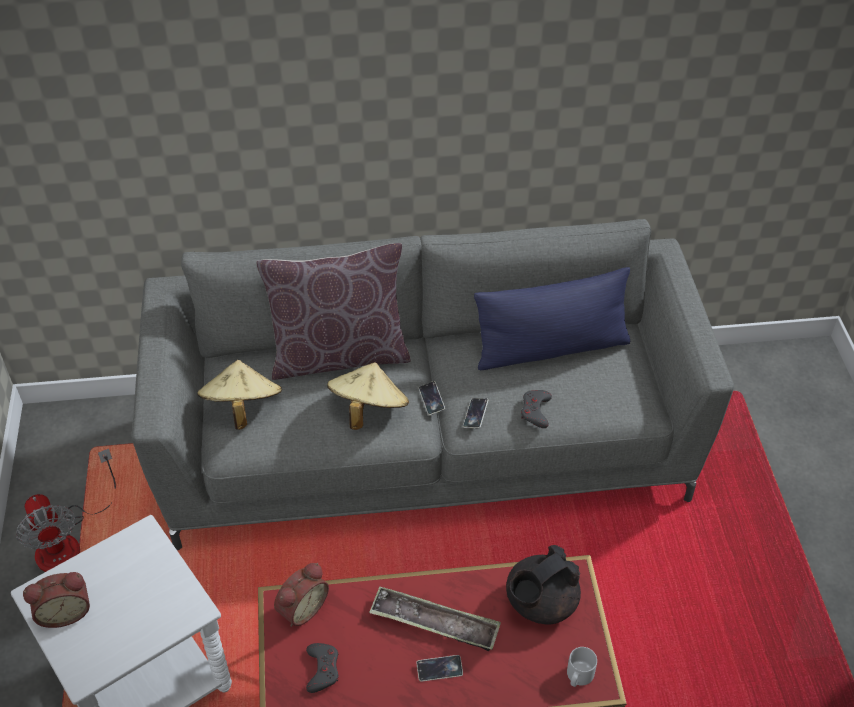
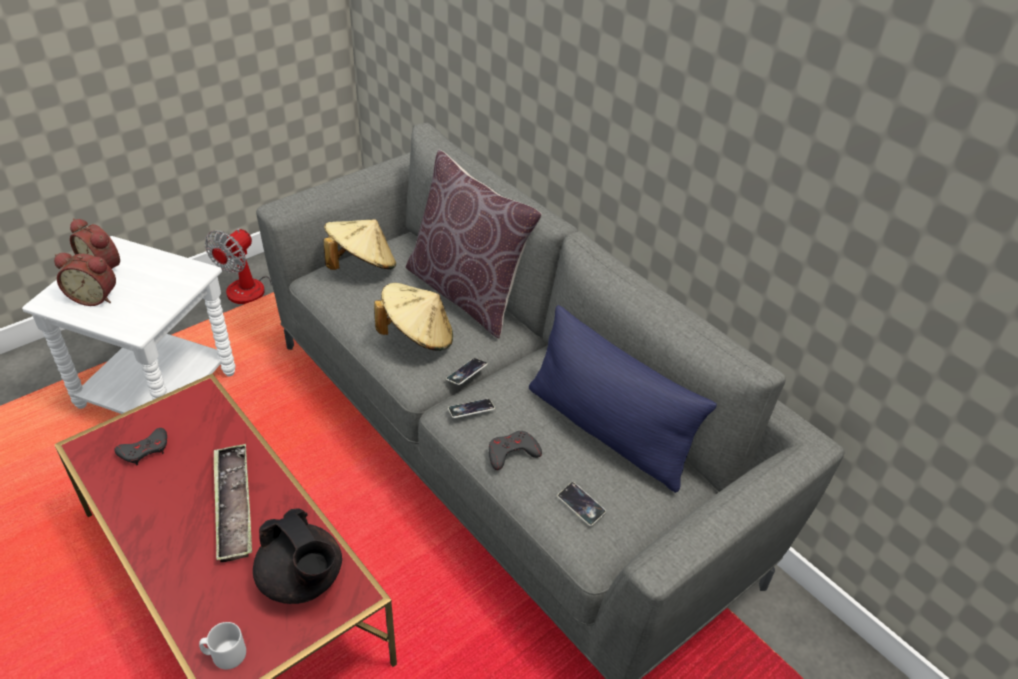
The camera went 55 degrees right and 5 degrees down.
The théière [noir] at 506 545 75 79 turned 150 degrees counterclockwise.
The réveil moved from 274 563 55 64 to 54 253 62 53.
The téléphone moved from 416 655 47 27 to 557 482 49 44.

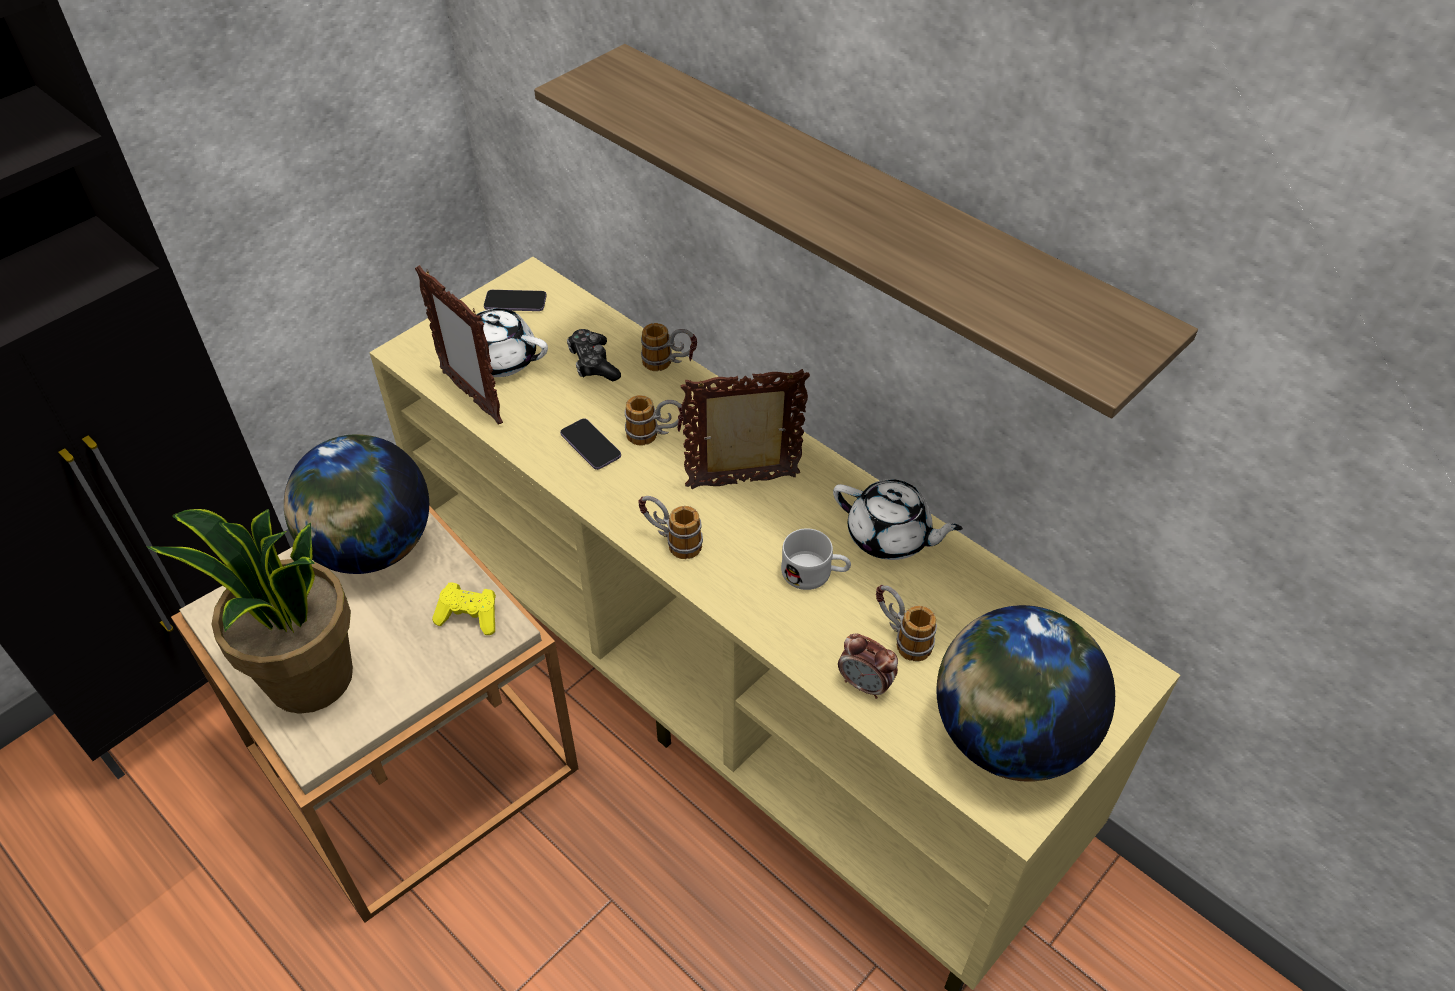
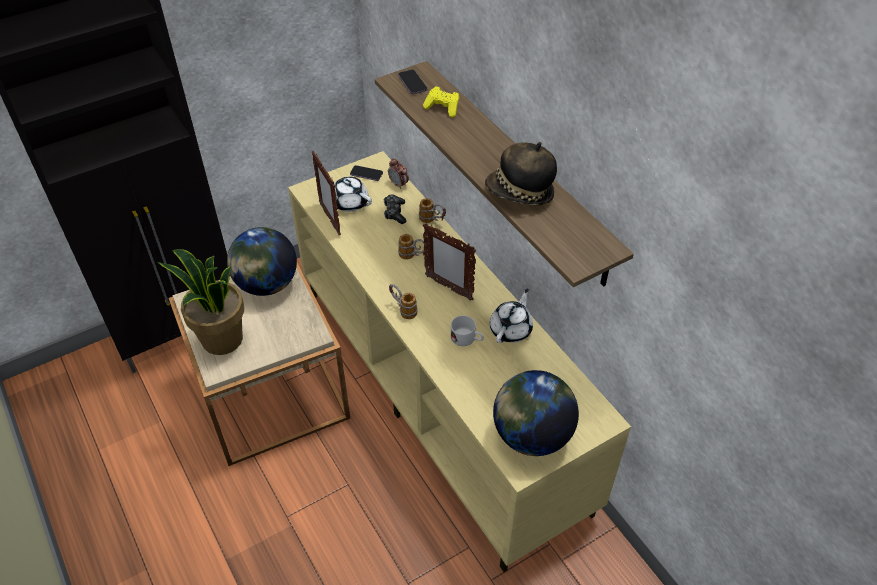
The camera went 15 degrees right and 0 degrees up.
The cadre photo at 681 369 129 120 turned 150 degrees counterclockwise.
The téléphone moved from 560 418 61 52 to 398 70 30 24.
The théière [blanc] at 833 479 130 81 turned 105 degrees counterclockwise.
The manette [jaune] moved from 432 582 64 53 to 423 86 36 32.
The mug at 876 585 61 76 disappeared.
The réveil moved from 838 634 60 65 to 388 158 21 31.
The chapeau at 485 142 72 63 appeared.

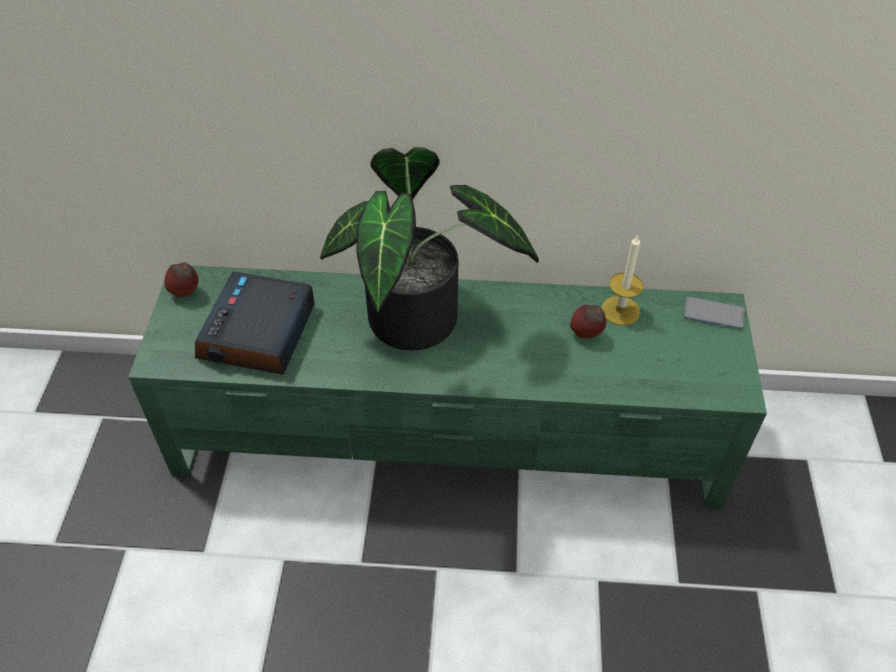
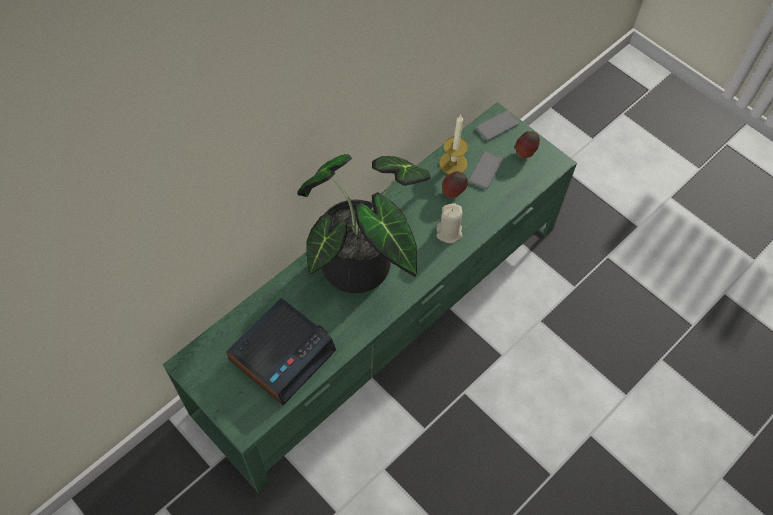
The camera went 50 degrees left and 10 degrees up.
The pomme moved from 164 262 35 35 to 515 131 25 27.
The réveil at 195 271 120 104 turned 105 degrees counterclockwise.
The téléphone at 468 151 35 38 appeared.
The bougie [beige] at 436 203 27 40 appeared.

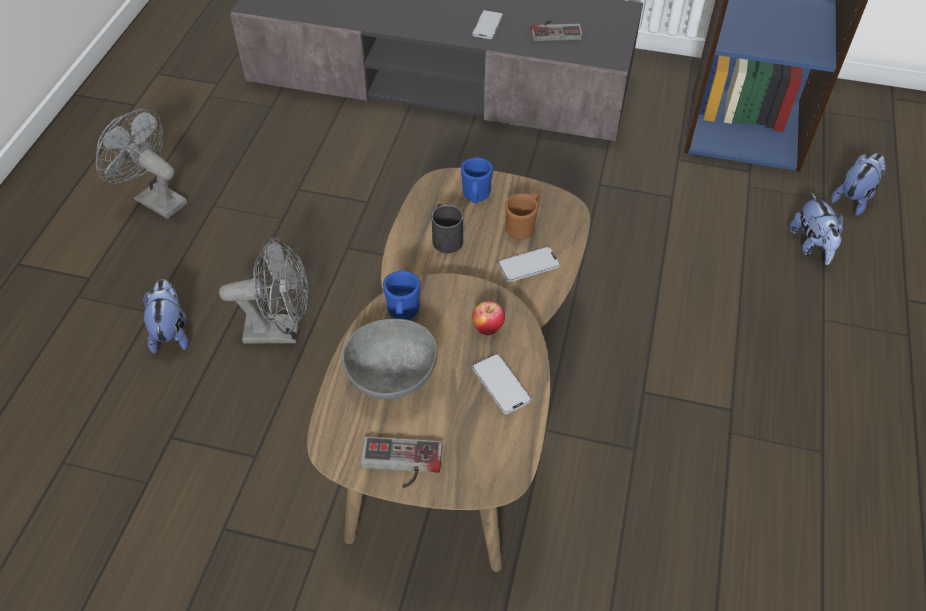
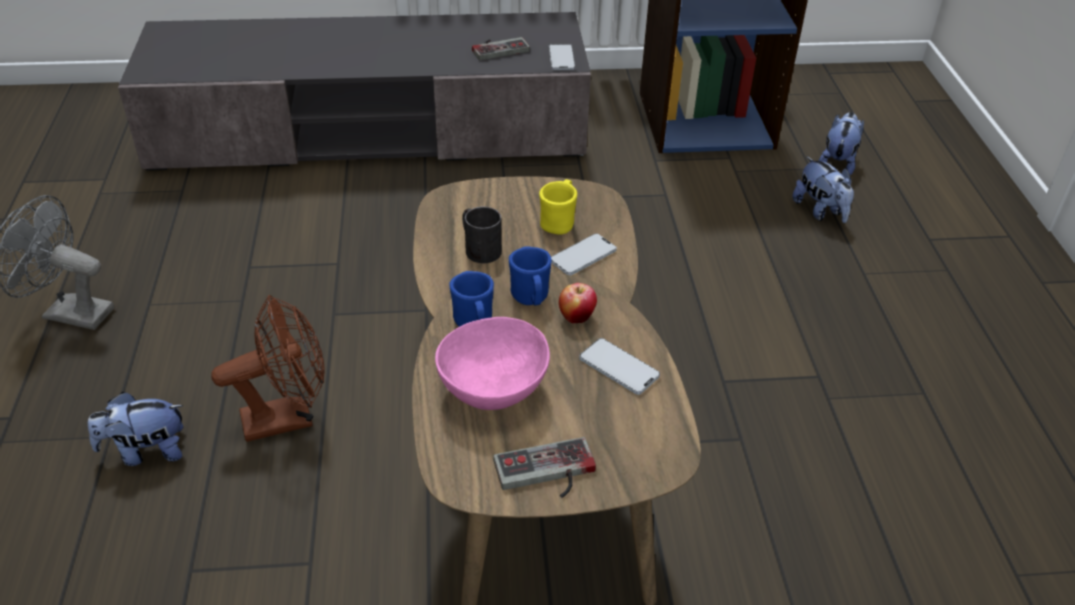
The camera went 20 degrees left and 10 degrees down.
The téléphone moved from 472 10 31 29 to 549 44 26 26.
The mug [bleu] moved from 461 157 32 46 to 509 246 43 60.
The mug [marron] at 505 193 35 47 became the mug [jaune] at 539 179 38 55.
The ventilateur [gris] at 219 237 90 107 became the ventilateur [marron] at 211 295 114 147.
The peluche at 143 279 46 75 turned 75 degrees counterclockwise.
The bol [gris] at 342 319 95 80 became the bol [rose] at 435 317 115 93.

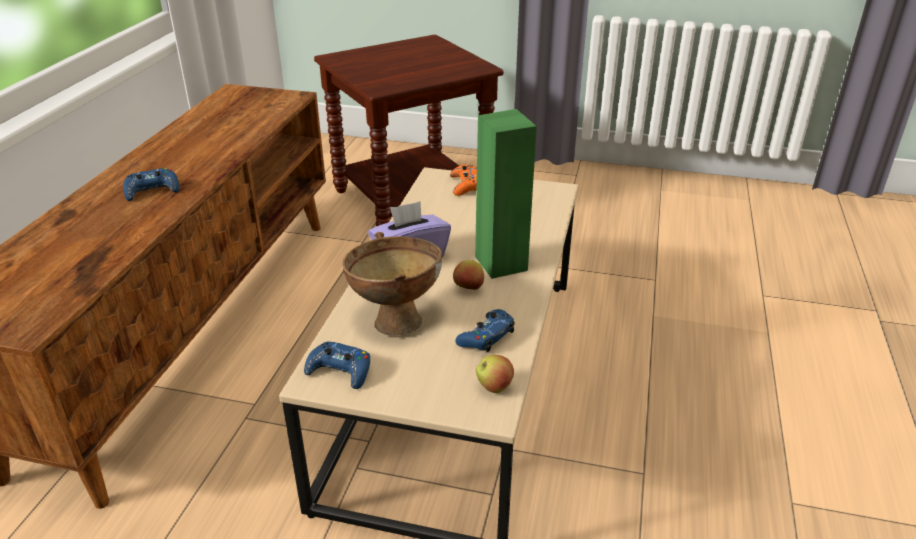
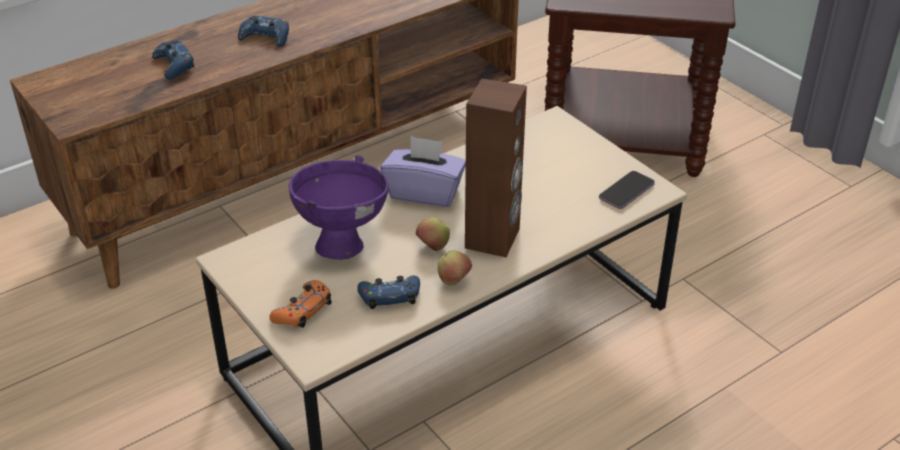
The camera went 40 degrees right and 5 degrees up.
The enceinte [vert] at 475 109 62 170 became the enceinte [marron] at 465 79 62 178.
The manette [orange] moved from 450 165 27 31 to 269 280 63 48.
The bol [marron] at 342 232 100 104 became the bol [violet] at 289 155 100 105.
The manette [bleu] moved from 304 342 66 47 to 152 41 42 38.
The pomme moved from 476 355 38 38 to 438 250 34 36.
The téléphone at 599 171 56 38 appeared.

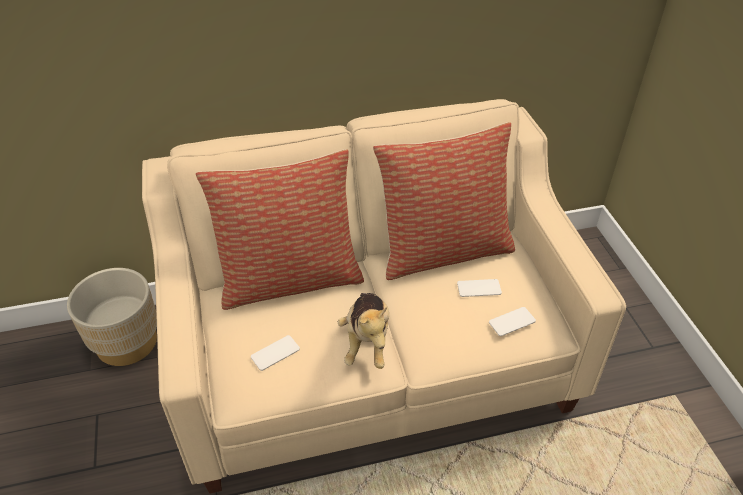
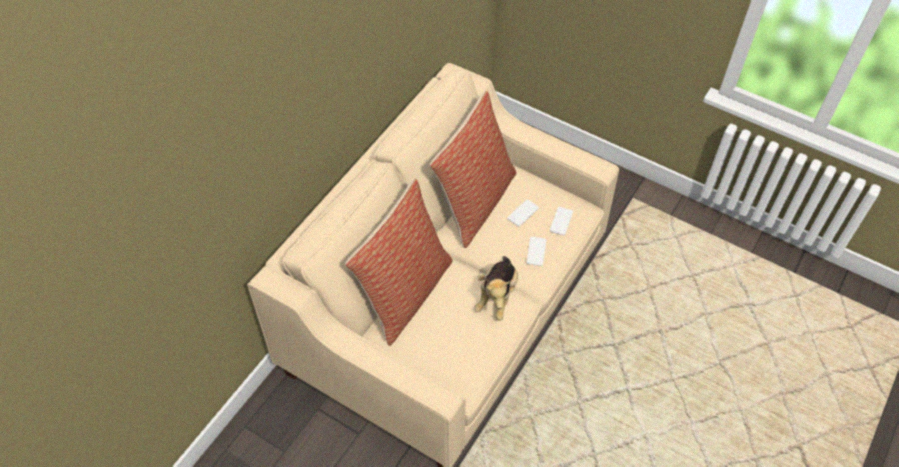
The camera went 45 degrees left and 10 degrees up.
The cache-pot [beige] at 67 268 90 98 disappeared.
The peluche at 338 293 51 76 turned 60 degrees clockwise.
The téléphone moved from 251 335 49 36 to 527 237 19 29.

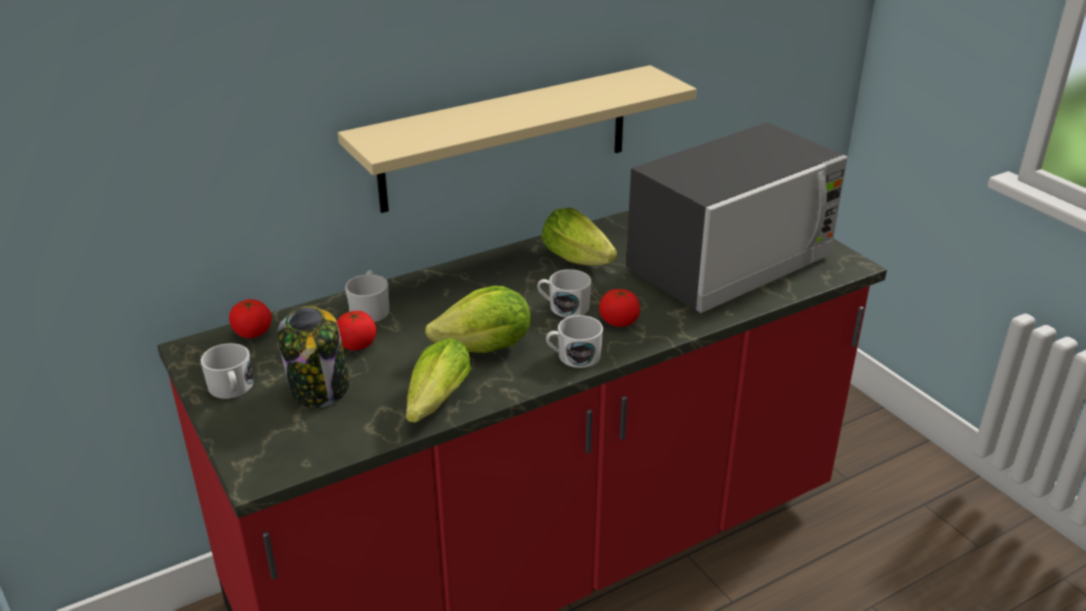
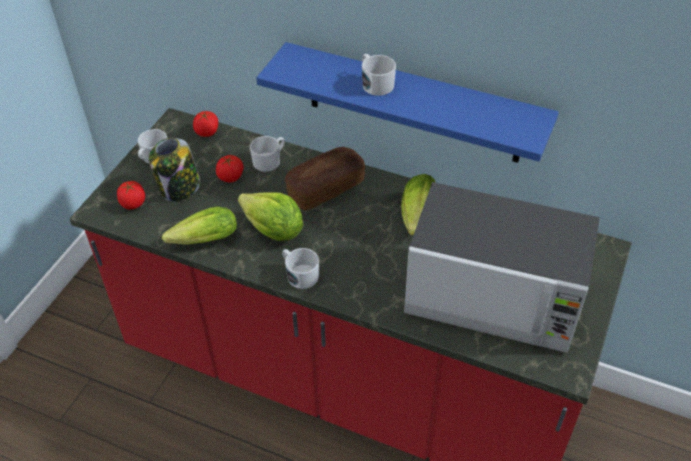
The camera went 55 degrees right and 15 degrees up.
The étagère [beige] at 338 65 359 148 became the étagère [bleu] at 256 42 303 121.
The mug [blanc] moved from 537 269 54 49 to 362 54 34 42.
The tomate moved from 599 289 41 38 to 117 181 28 28.
The pain at 285 147 80 63 appeared.

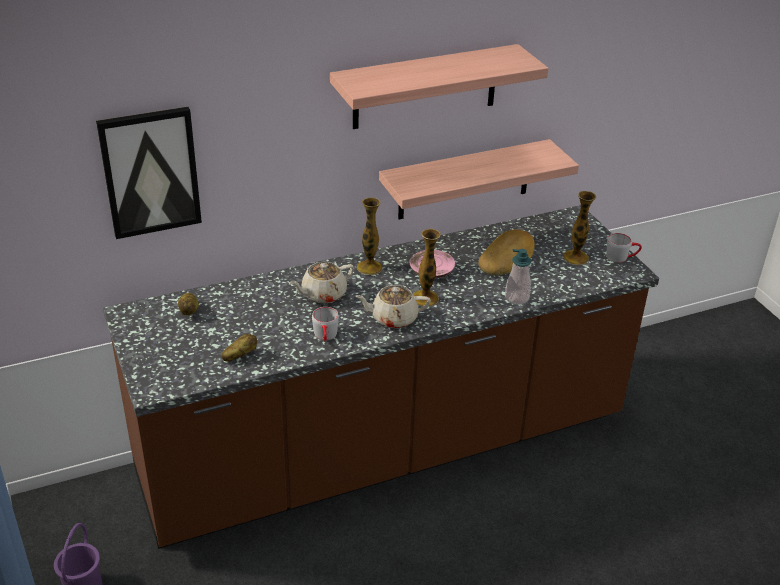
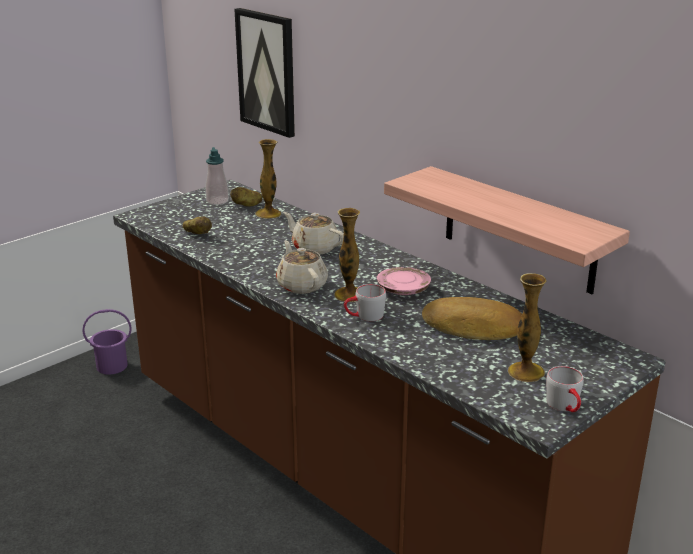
The camera went 70 degrees right and 10 degrees down.
The étagère at 330 44 219 85 disappeared.
The vase moved from 357 198 25 77 to 255 139 26 80.
The distributeur de savon moved from 505 249 26 56 to 205 147 24 58.
The mug [gris] moved from 312 307 27 35 to 344 284 42 37.

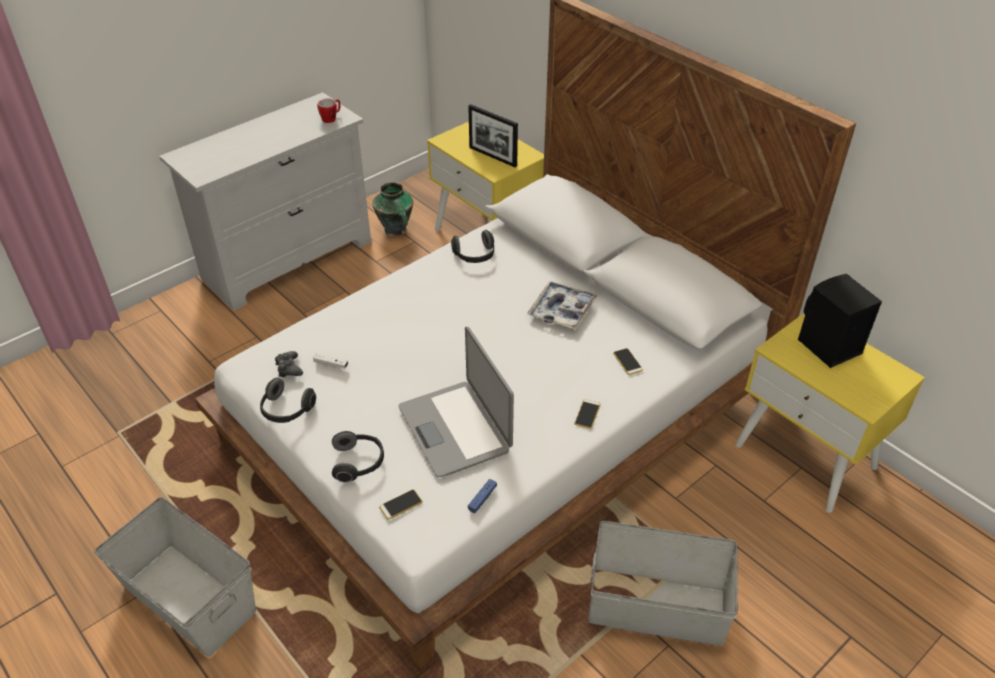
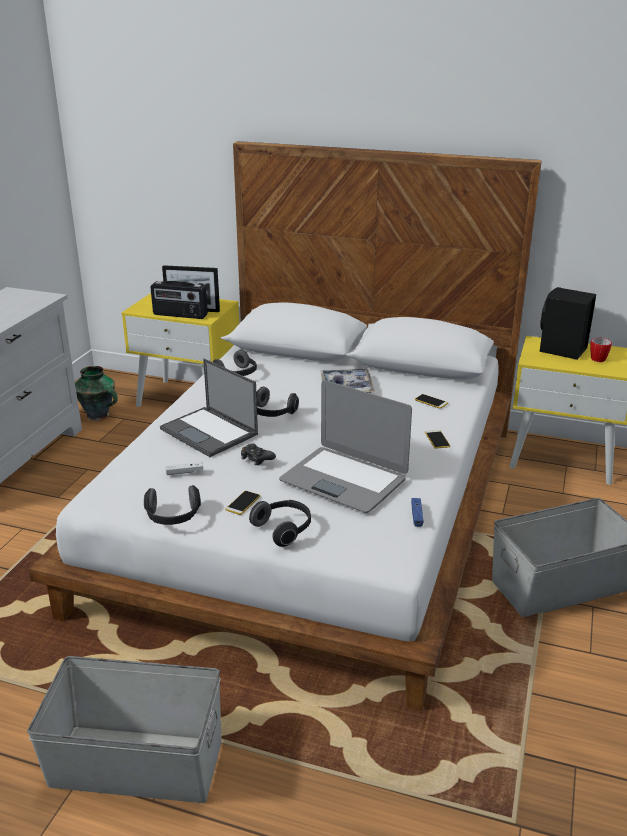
The camera went 30 degrees left and 15 degrees down.
The mug moved from 317 99 23 24 to 590 337 22 25.
The manette [noir] moved from 275 351 28 26 to 241 443 35 23.
The téléphone moved from 379 489 43 31 to 225 491 35 24.
The radio at 150 281 58 38 appeared.
The ordinateur portable at 160 358 98 99 appeared.
The casque audio at 256 387 43 30 appeared.

